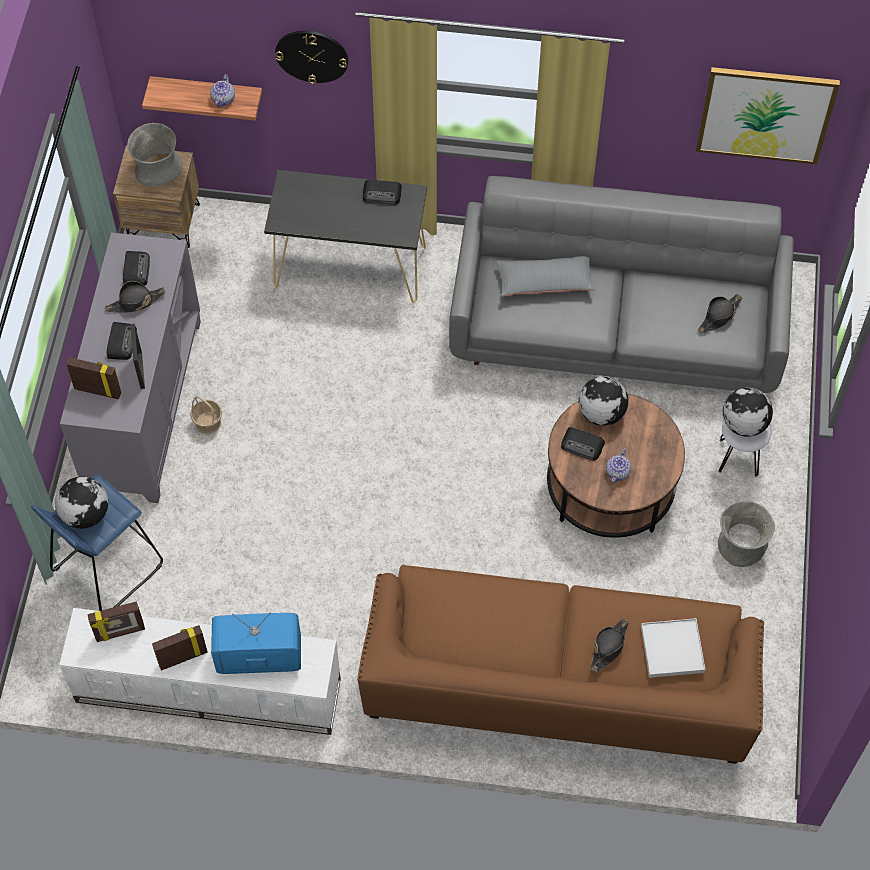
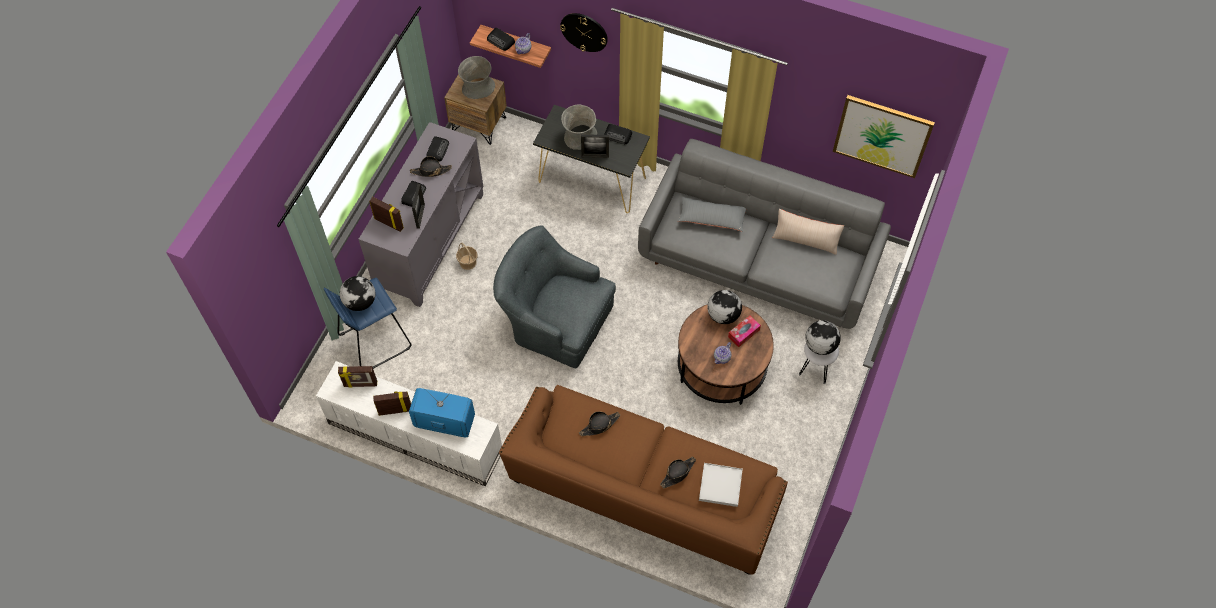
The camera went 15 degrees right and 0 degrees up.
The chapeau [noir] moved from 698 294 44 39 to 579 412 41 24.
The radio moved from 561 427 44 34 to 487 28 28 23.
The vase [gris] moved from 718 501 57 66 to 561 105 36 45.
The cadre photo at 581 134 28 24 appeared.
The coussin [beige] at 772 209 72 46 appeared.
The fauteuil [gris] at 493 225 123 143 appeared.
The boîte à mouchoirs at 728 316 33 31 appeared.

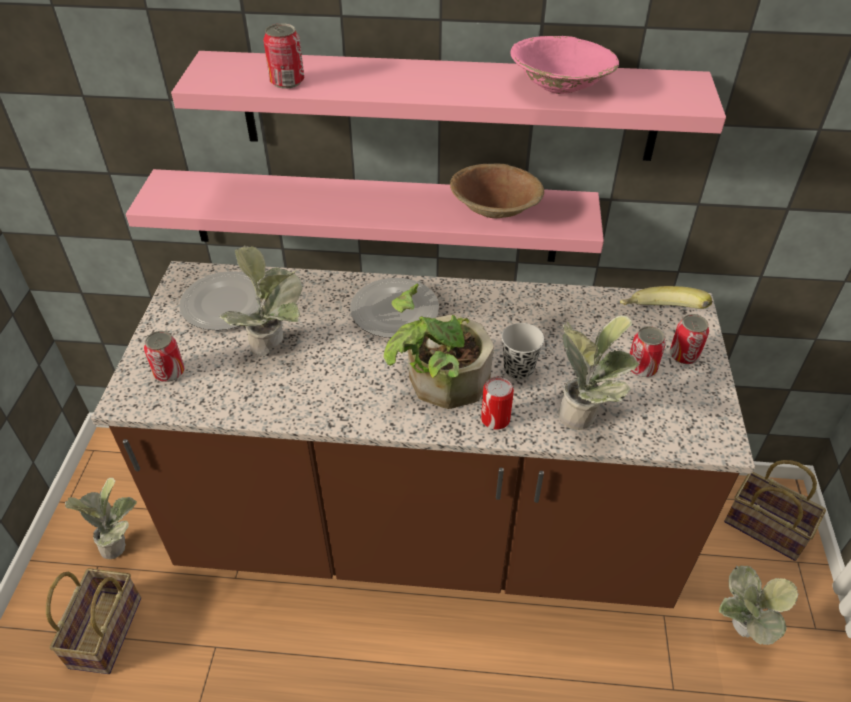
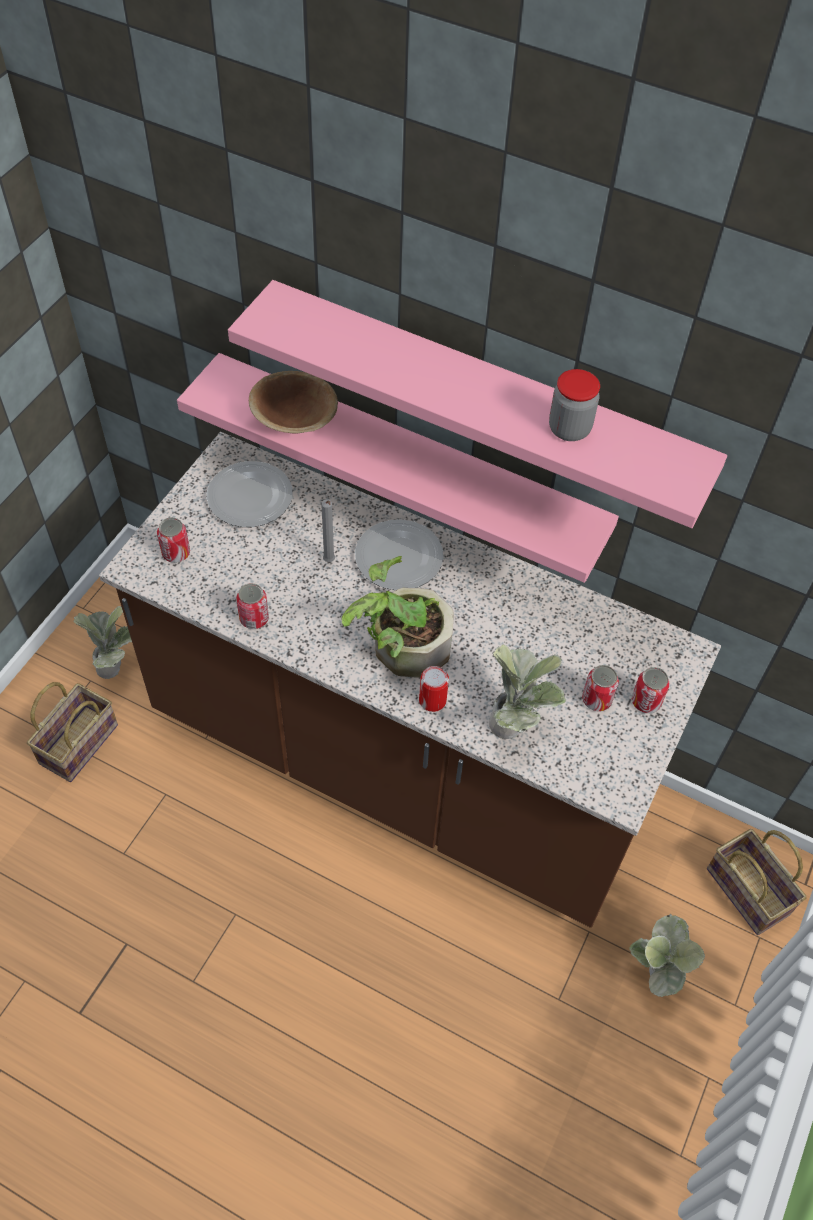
The camera went 20 degrees right and 10 degrees up.
The boîte métallique moved from 263 23 41 66 to 236 583 33 46.
The bol [rose] at 510 36 109 58 was replaced by the bocal at 549 369 51 72.
The bol [marron] moved from 450 163 94 55 to 249 371 89 62.
The plante en pot at 219 246 83 110 disappeared.
The banane at 620 286 92 23 disappeared.
The tasse [noir] at 501 323 43 57 disappeared.
The bougie [gris] at 321 499 14 63 appeared.

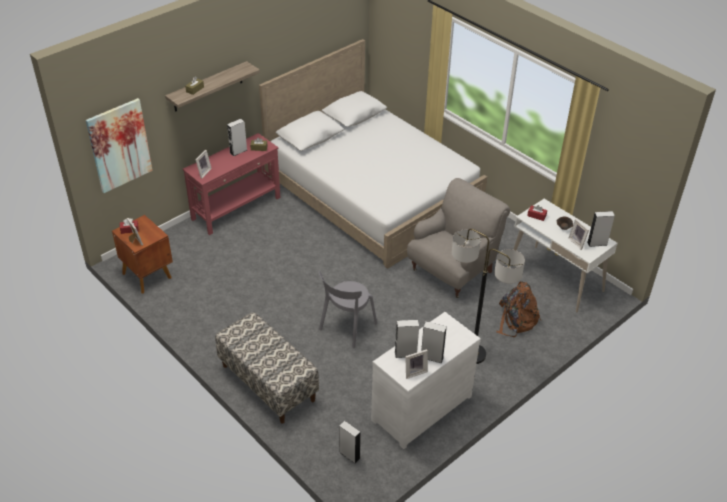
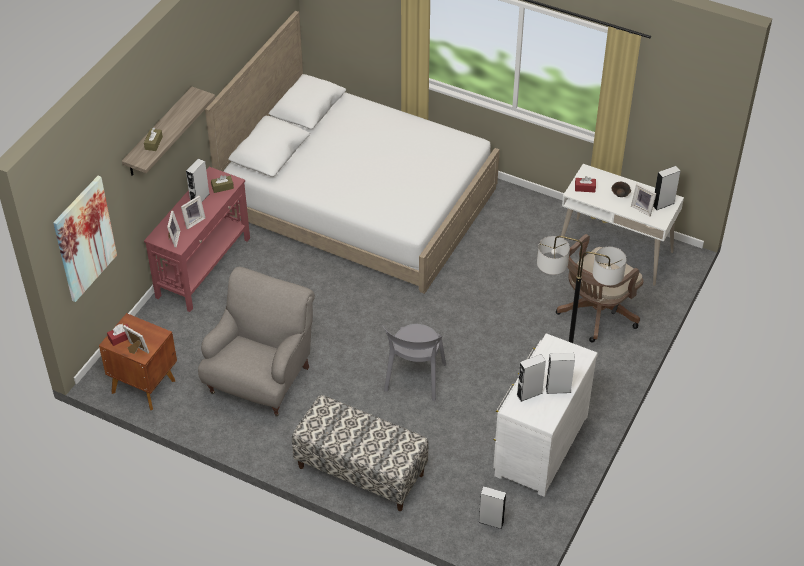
The camera went 20 degrees left and 5 degrees up.
The fauteuil [gris] moved from 407 178 103 120 to 198 267 117 150.
The sac à dos [marron] at 496 281 45 56 was replaced by the chaise de bureau [marron] at 556 234 88 109.
The cadre photo moved from 405 349 23 30 to 181 195 24 34.

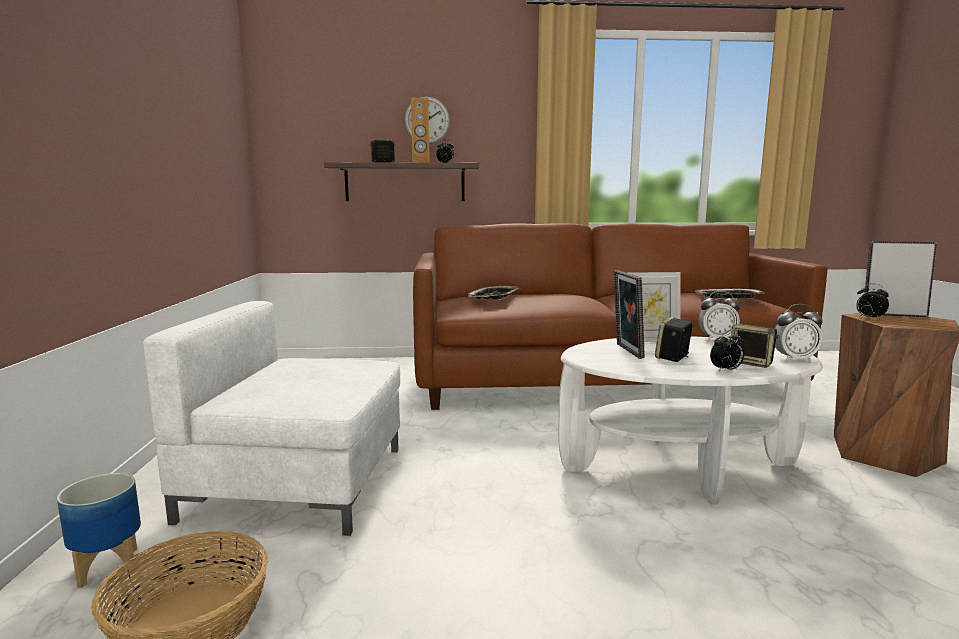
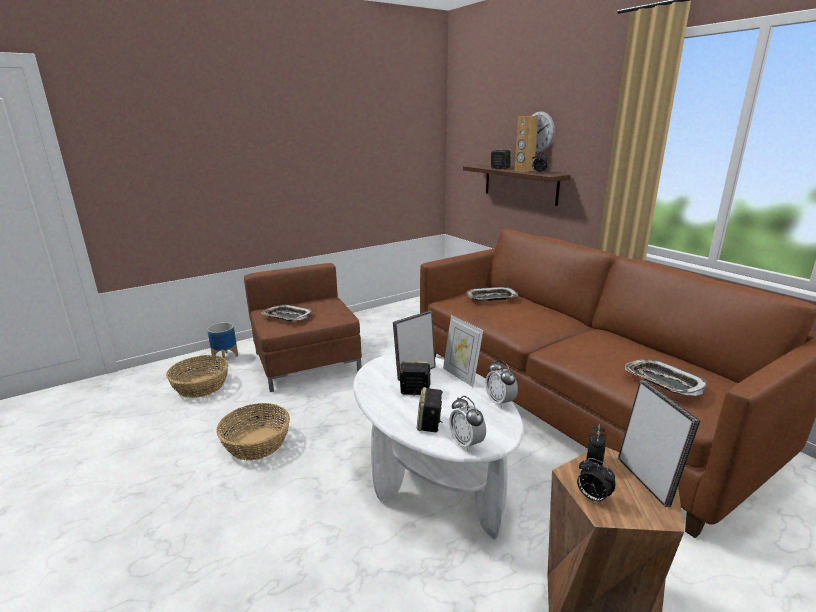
The camera went 60 degrees right and 10 degrees up.
The fauteuil [blanc] at 143 301 257 236 became the fauteuil [marron] at 244 263 118 129.
The réveil moved from 710 330 34 41 to 577 458 39 46.
The plateau at 261 305 51 16 appeared.
The panier at 216 403 74 57 appeared.

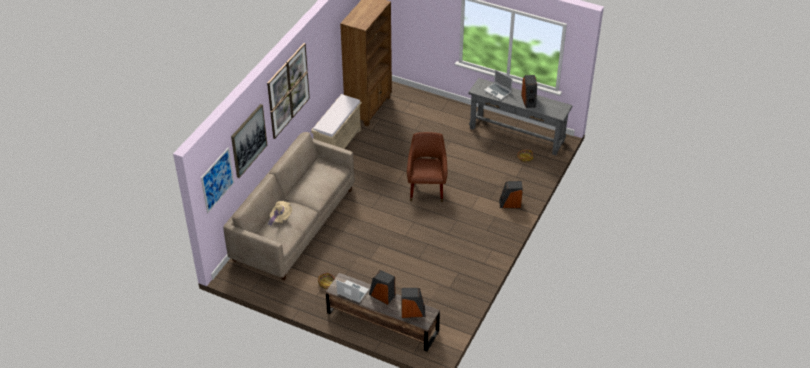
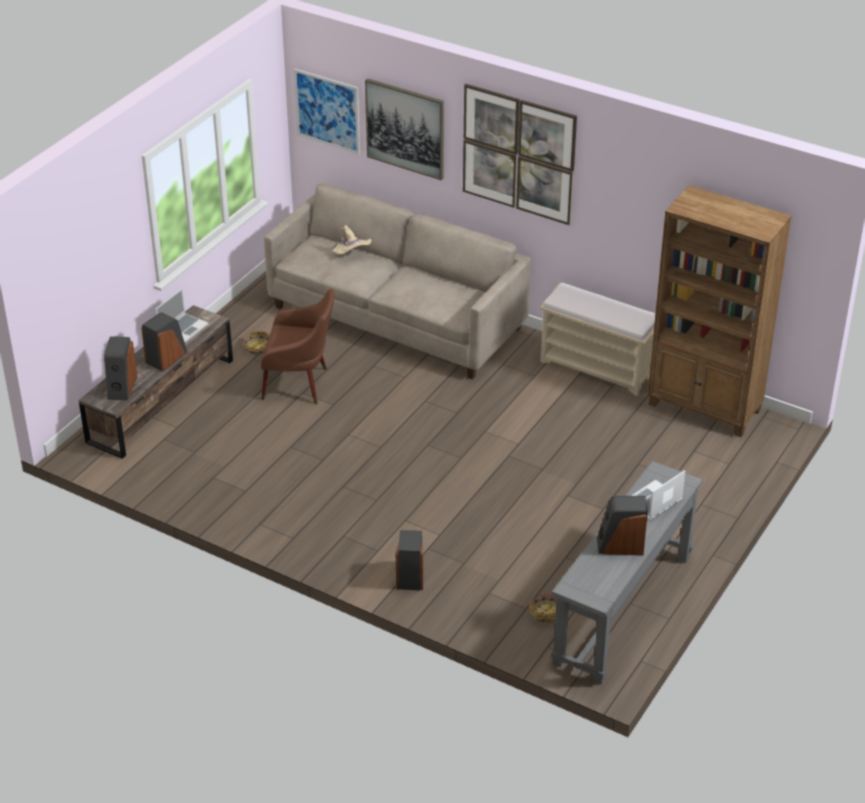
The camera went 95 degrees right and 5 degrees down.
The fauteuil [marron] moved from 407 132 41 70 to 261 288 73 117.

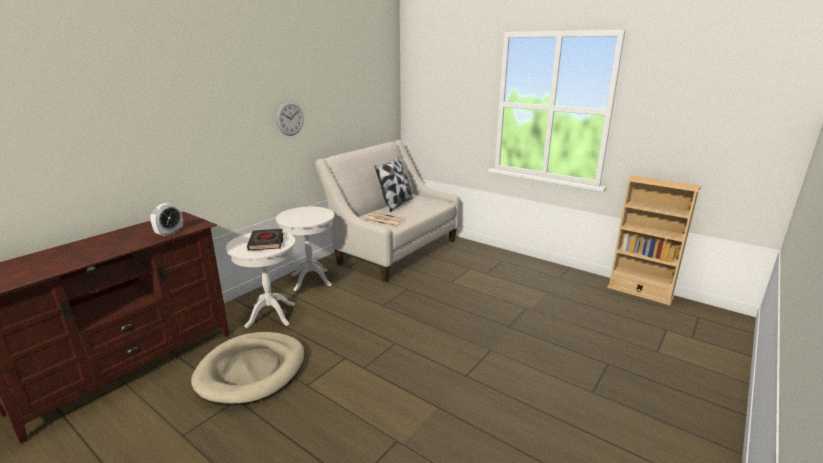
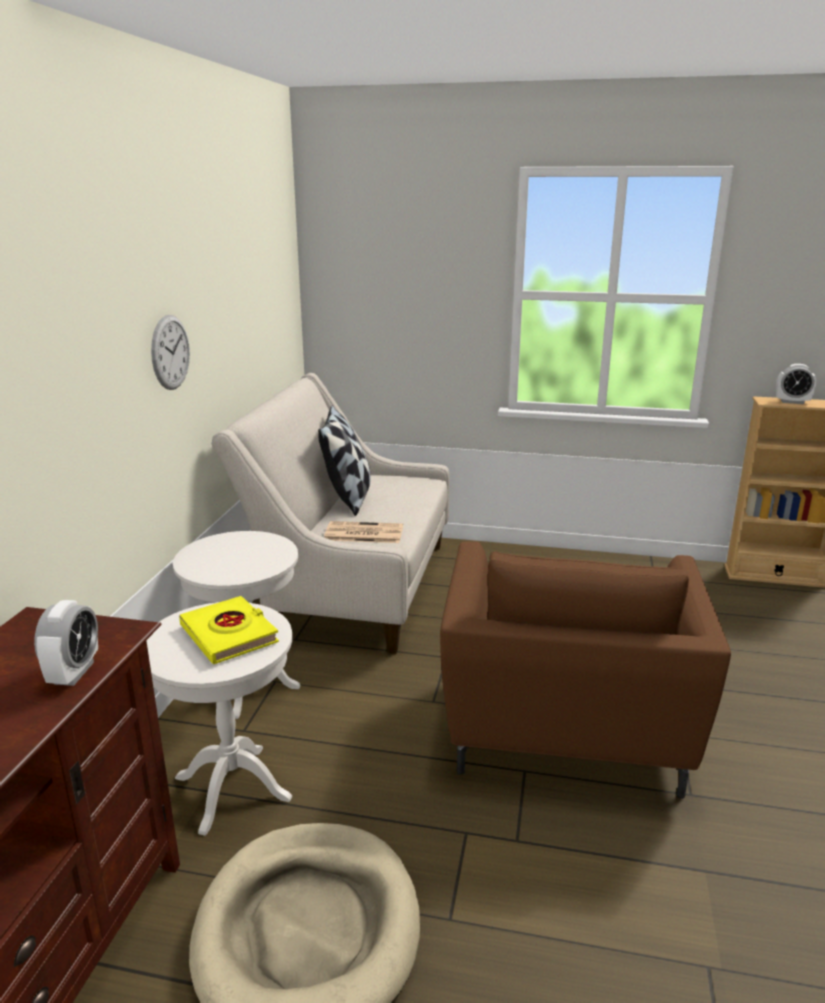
The camera went 25 degrees left and 0 degrees up.
The livre [noir] at 247 229 36 22 became the livre [jaune] at 179 596 100 68.
The réveil at 776 364 40 40 appeared.
The fauteuil [marron] at 440 542 291 257 appeared.

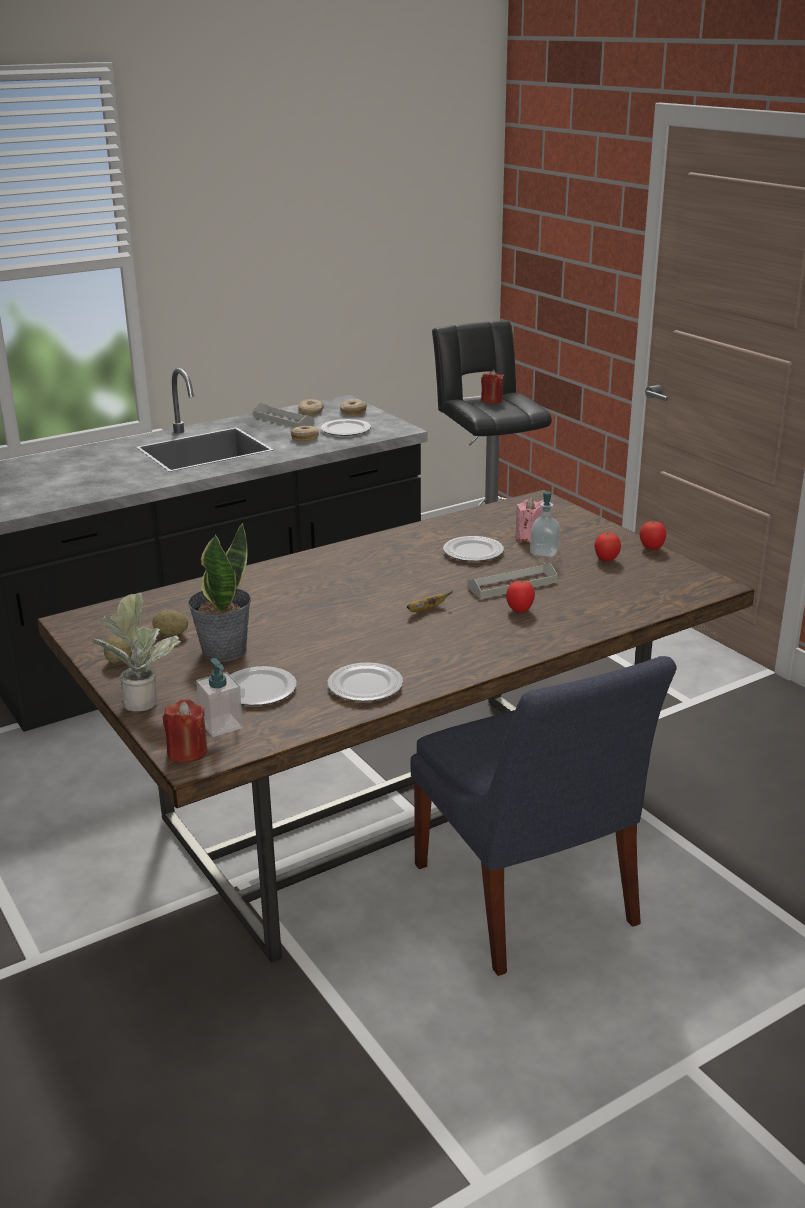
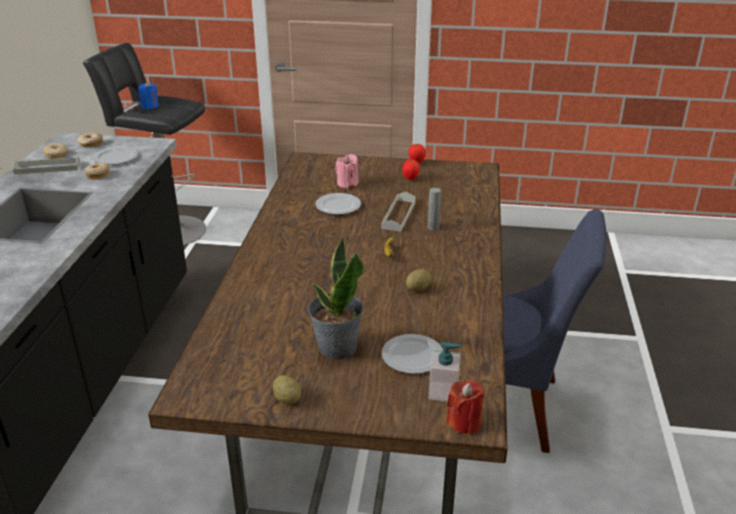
The camera went 50 degrees left and 5 degrees up.
The bougie [rouge] at 481 370 23 34 became the bougie [bleu] at 138 82 21 27.
The distributeur de savon at 530 491 30 66 disappeared.
The tomate at 506 580 29 33 was replaced by the bouteille [gris] at 428 188 13 42.
The plante en pot at 92 593 89 118 disappeared.
The pomme de terre moved from 152 610 36 26 to 406 269 25 22.
The assiette at 328 663 75 39 disappeared.

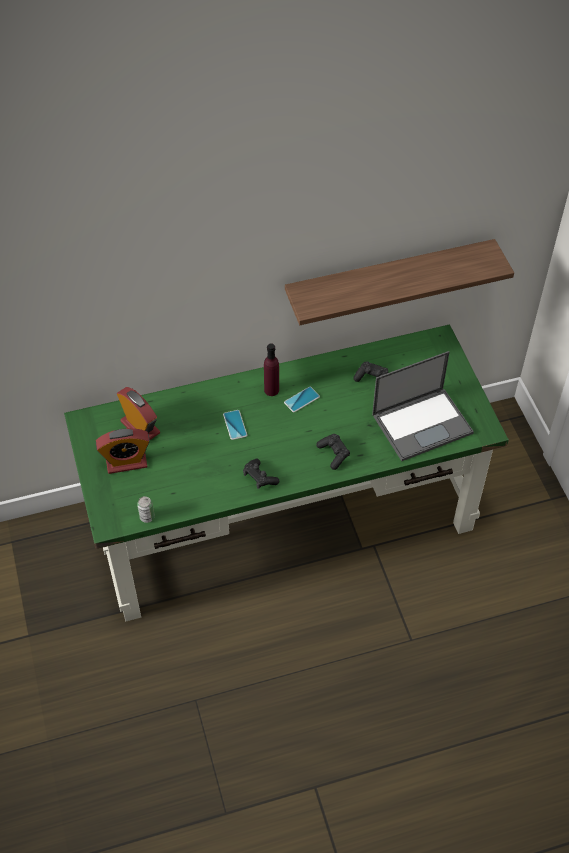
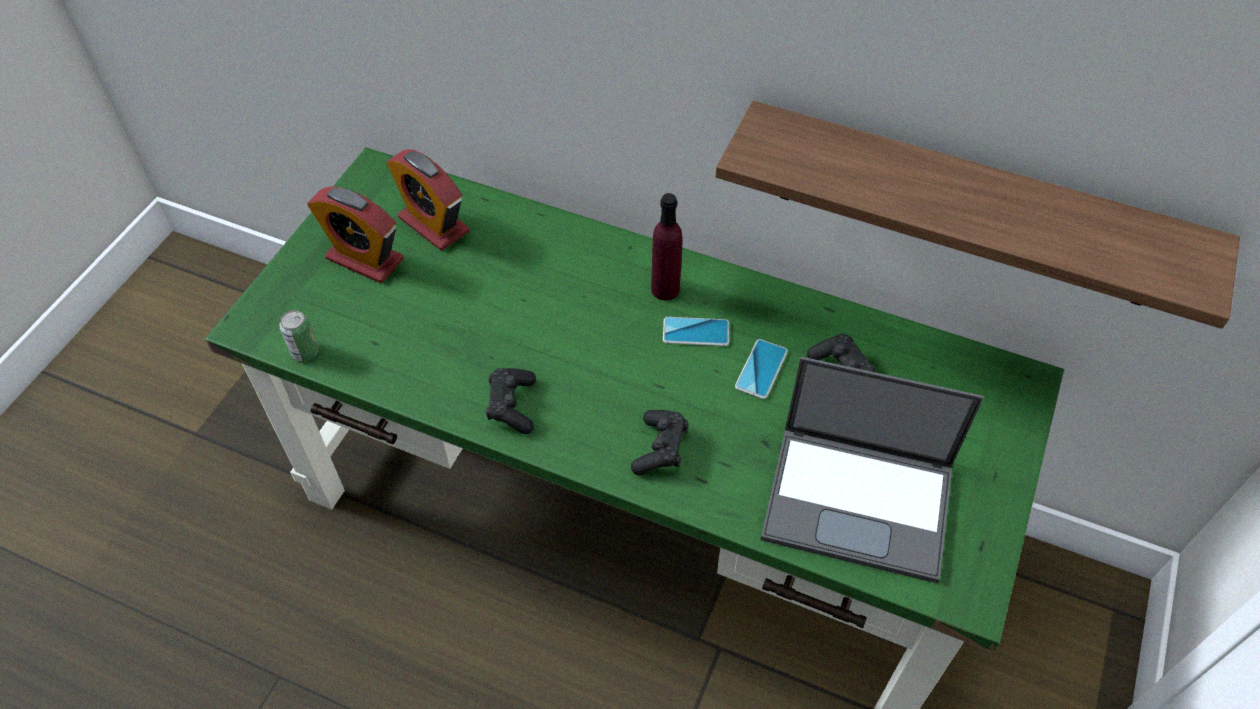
The camera went 40 degrees right and 0 degrees up.
The réveil at 117 387 43 53 turned 135 degrees clockwise.
The téléphone moved from 223 410 24 30 to 735 339 53 60.

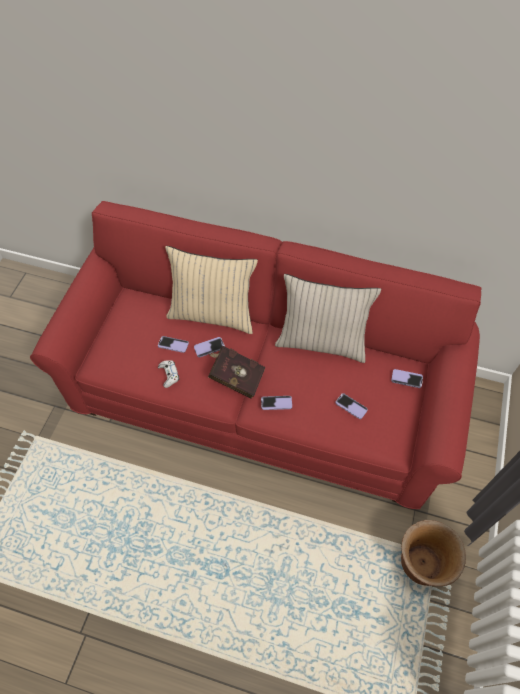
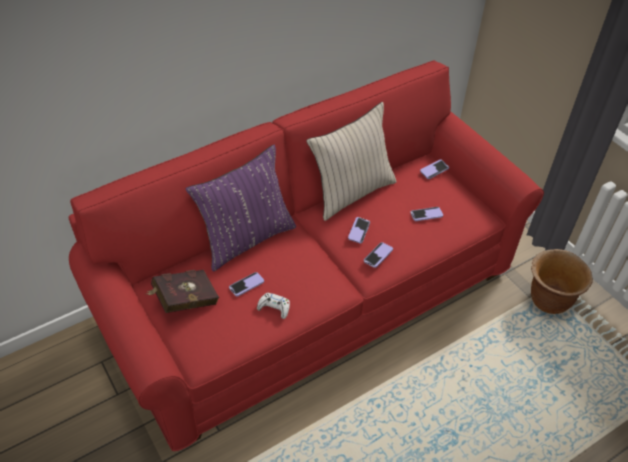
The camera went 50 degrees left and 10 degrees down.
The coussin [beige] at 165 246 93 88 became the coussin [violet] at 186 145 110 127.
The téléphone moved from 194 337 31 20 to 348 217 22 26.
The livre [rouge] moved from 208 346 58 52 to 146 270 73 43.

